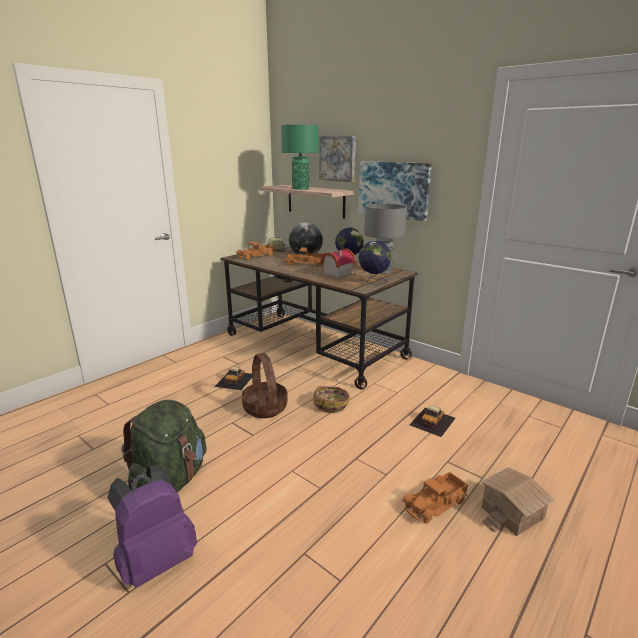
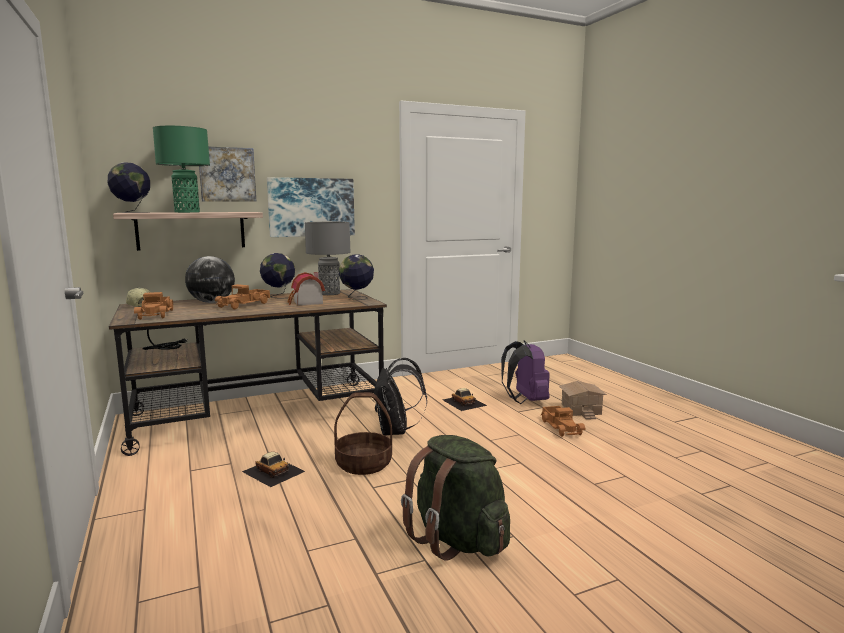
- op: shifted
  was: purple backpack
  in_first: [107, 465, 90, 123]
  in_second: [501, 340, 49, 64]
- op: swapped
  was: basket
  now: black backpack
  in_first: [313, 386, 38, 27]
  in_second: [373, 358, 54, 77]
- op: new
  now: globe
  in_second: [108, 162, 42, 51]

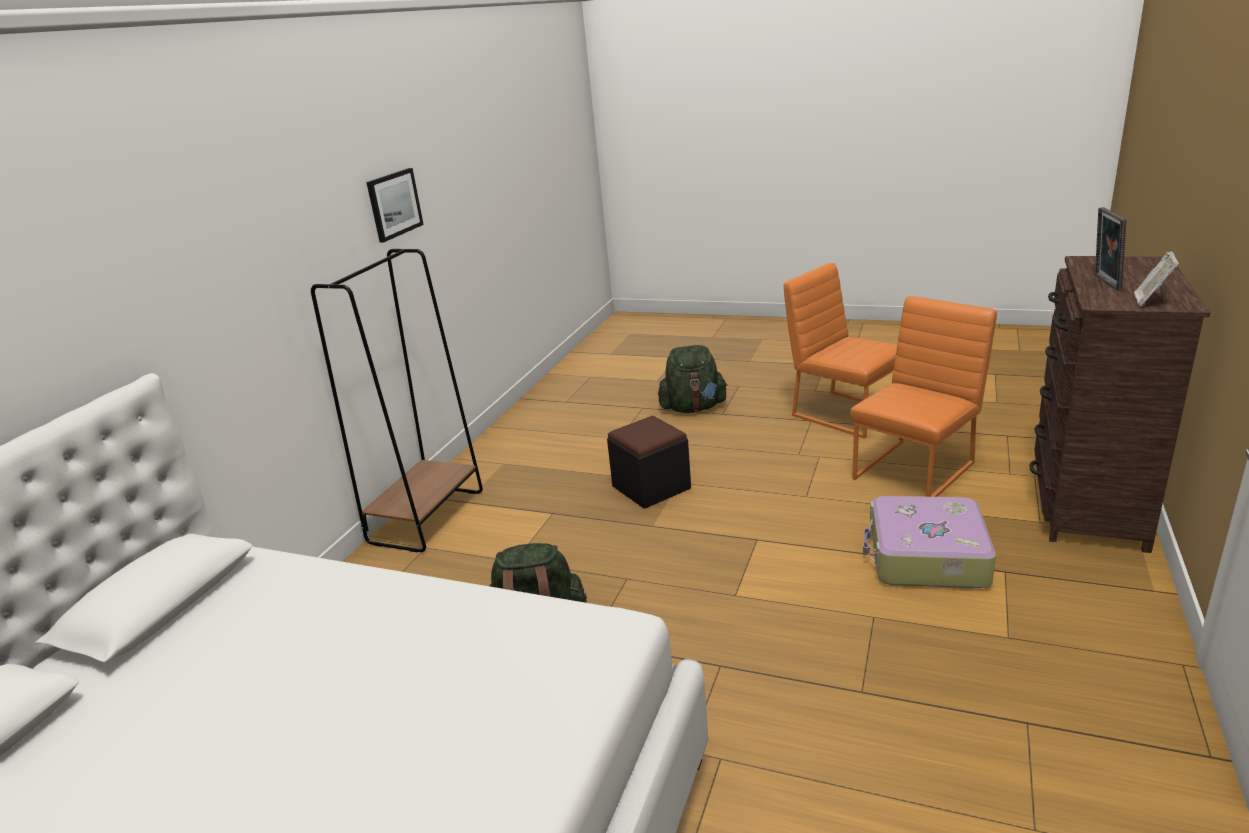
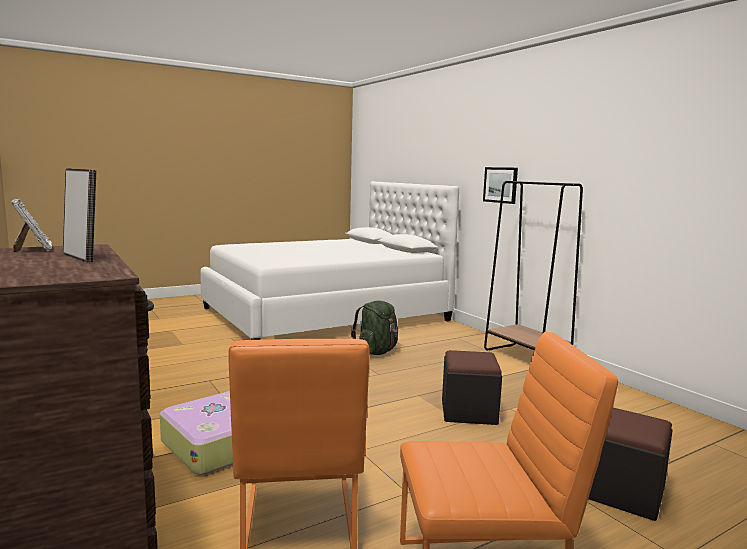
- op: shifted
  was: picture
  in_first: [366, 168, 58, 74]
  in_second: [483, 167, 35, 37]
- op: swapped
  was: green backpack
  now: black ottoman
  in_first: [658, 345, 70, 68]
  in_second: [588, 408, 85, 113]

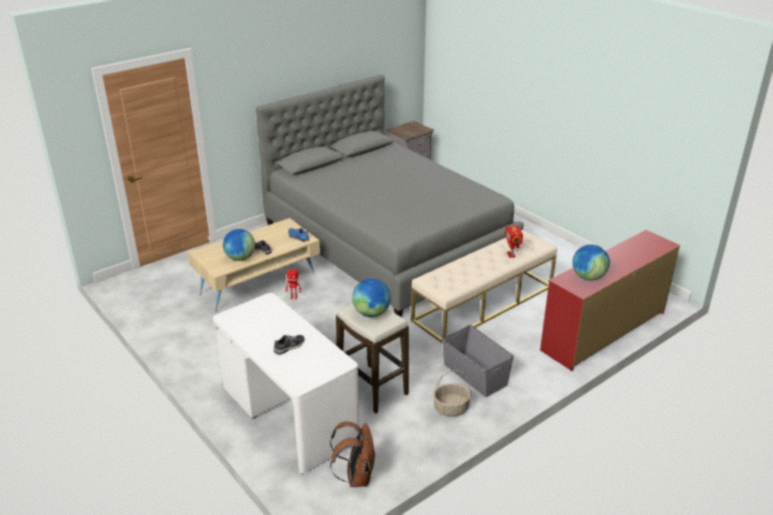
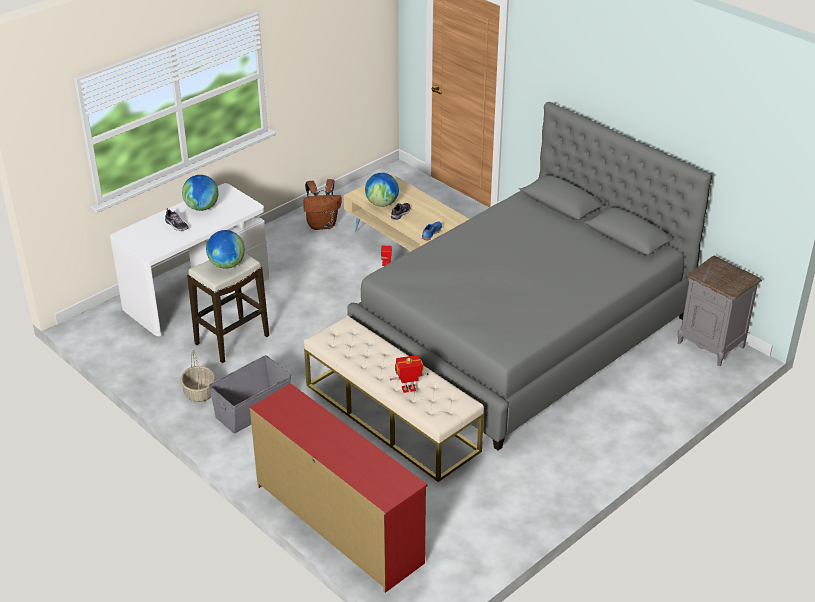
- op: shifted
  was: brown backpack
  in_first: [330, 421, 45, 66]
  in_second: [303, 179, 39, 51]
- op: shifted
  was: globe
  in_first: [572, 244, 38, 37]
  in_second: [182, 175, 37, 36]

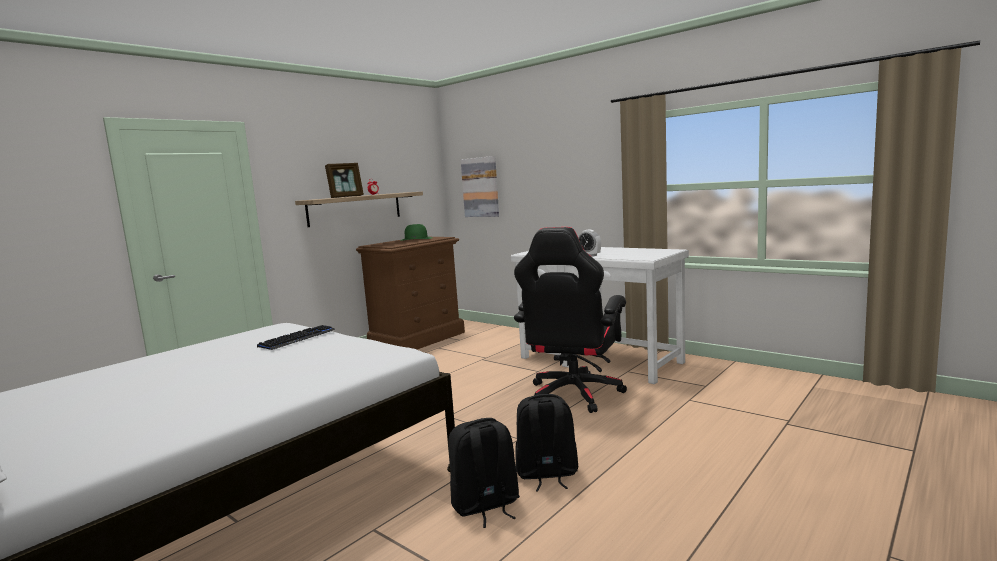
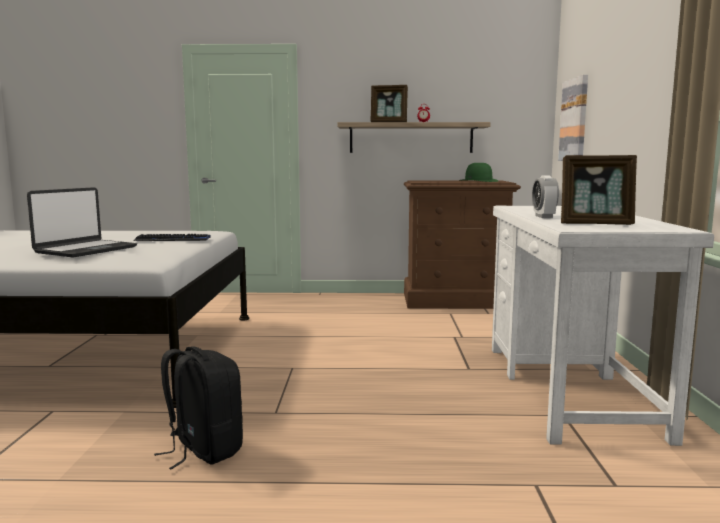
- op: gone
  was: black backpack
  in_first: [449, 418, 71, 110]
- op: gone
  was: black office chair
  in_first: [514, 227, 113, 186]
- op: new
  now: laptop
  in_second: [27, 187, 110, 71]
- op: new
  now: picture frame
  in_second: [561, 155, 76, 70]

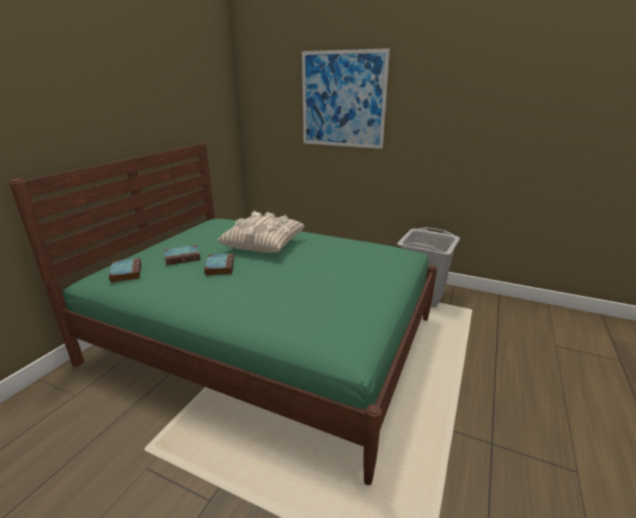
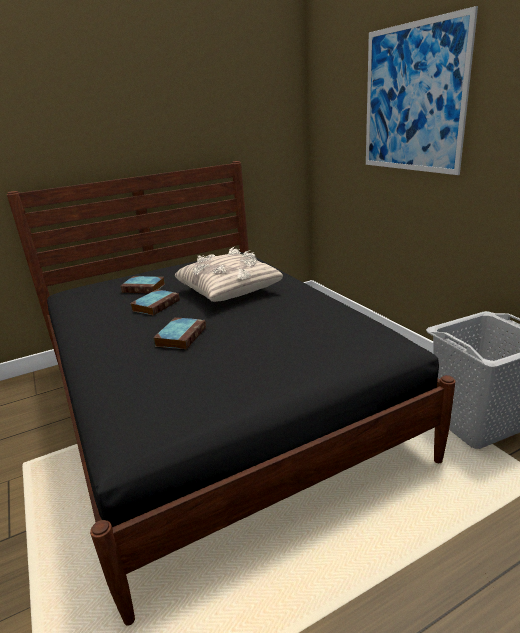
- op: repainted
  was: green bed
  now: black bed
  in_first: [9, 142, 428, 343]
  in_second: [7, 161, 448, 465]
- op: shifted
  was: book
  in_first: [109, 258, 32, 25]
  in_second: [153, 317, 53, 32]

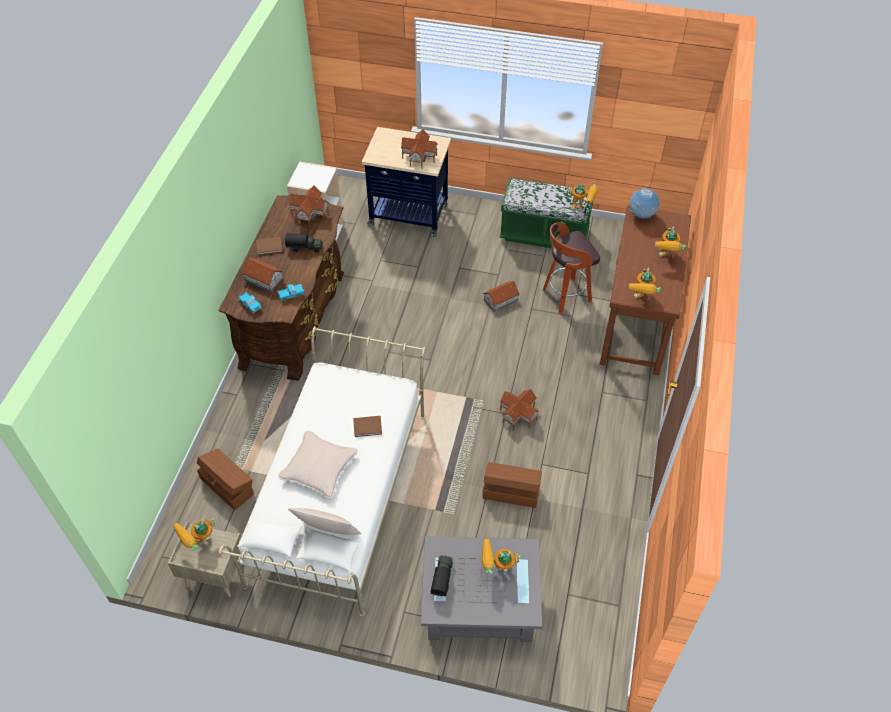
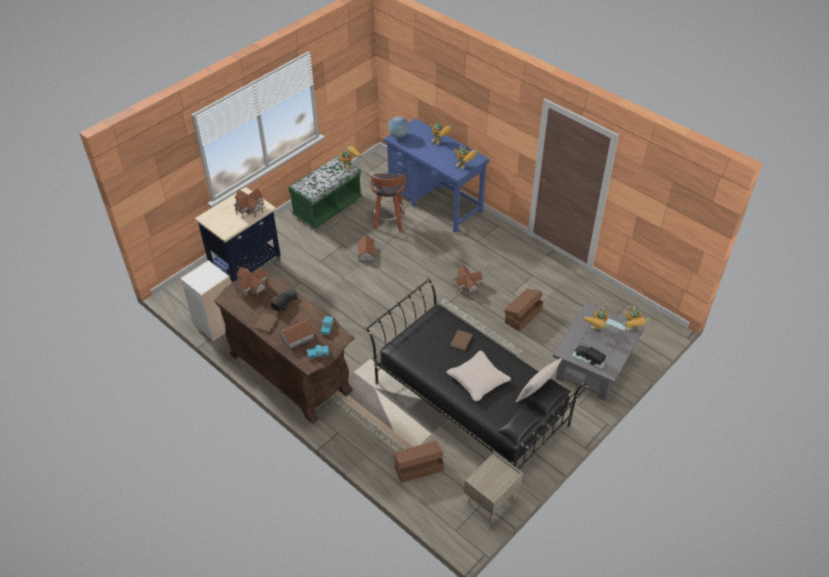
- op: shifted
  was: toy robot
  in_first: [173, 518, 42, 32]
  in_second: [623, 306, 26, 25]
- op: repainted
  was: white bed
  now: black bed
  in_first: [218, 326, 208, 290]
  in_second: [364, 278, 226, 192]
- op: repainted
  was: brown desk
  now: blue desk
  in_first: [600, 205, 91, 170]
  in_second: [384, 118, 105, 114]

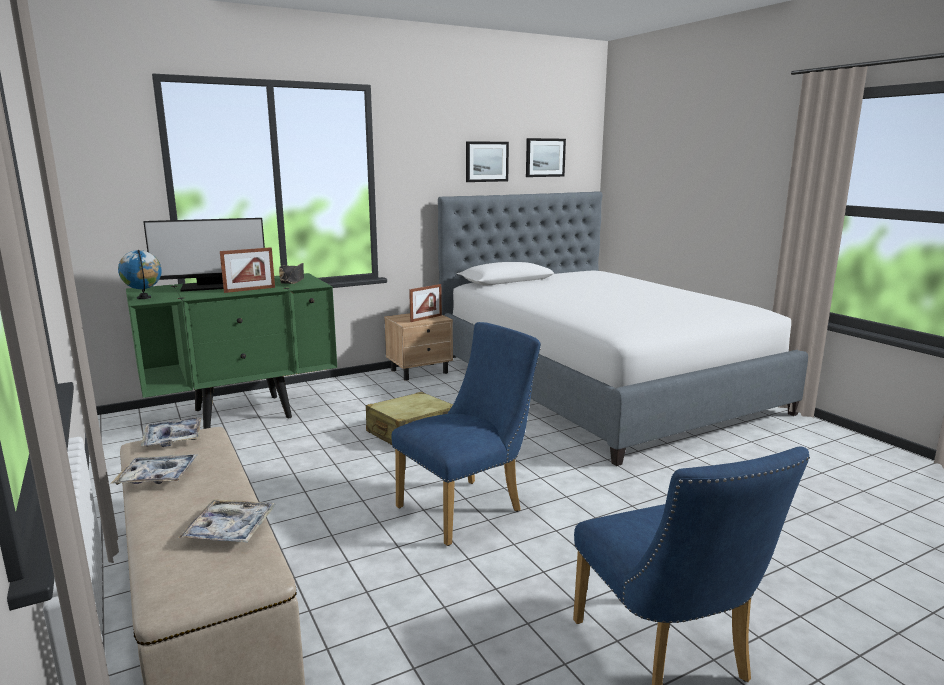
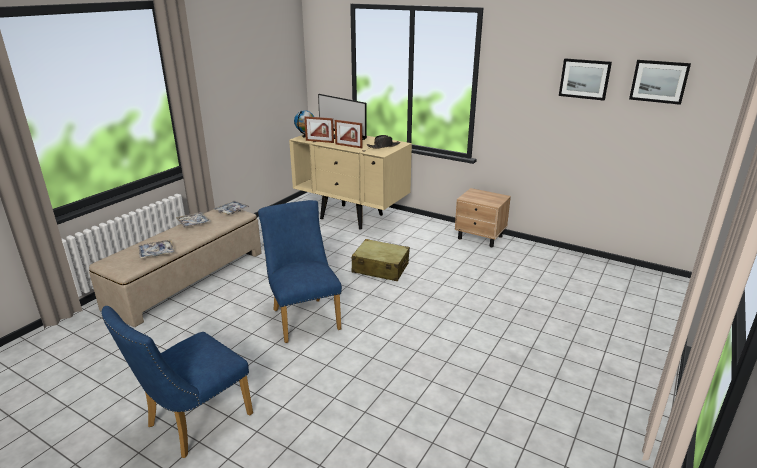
- op: repainted
  was: green dresser
  now: beige dresser
  in_first: [126, 273, 211, 156]
  in_second: [289, 131, 123, 99]
- op: rotated
  was: blue chair
  in_first: [391, 322, 150, 224]
  in_second: [258, 200, 84, 143]
  clockwise: -135
- op: shifted
  was: picture frame
  in_first: [409, 284, 33, 38]
  in_second: [304, 116, 30, 27]
- op: gone
  was: bed
  in_first: [438, 191, 370, 275]

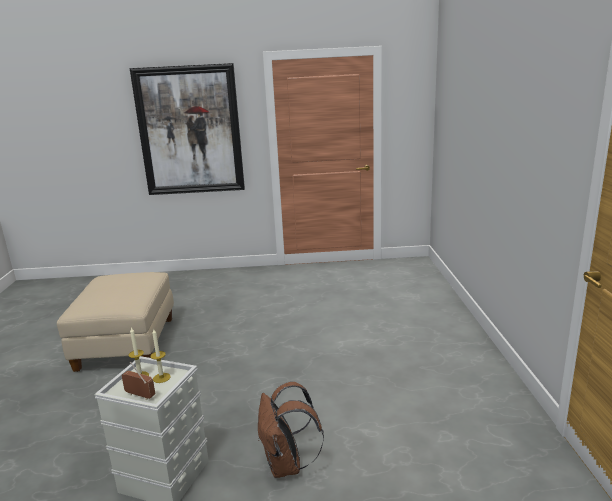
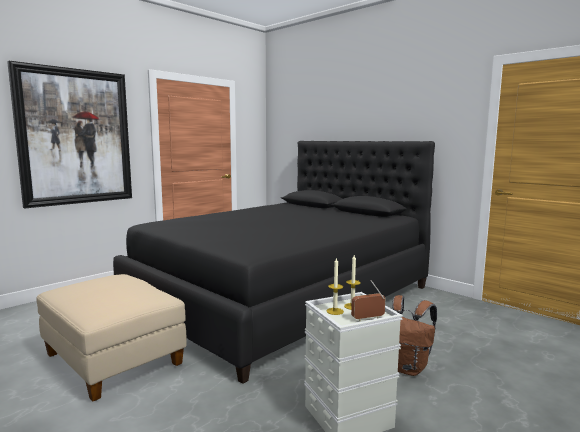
- op: new
  now: black bed
  in_second: [113, 141, 322, 243]

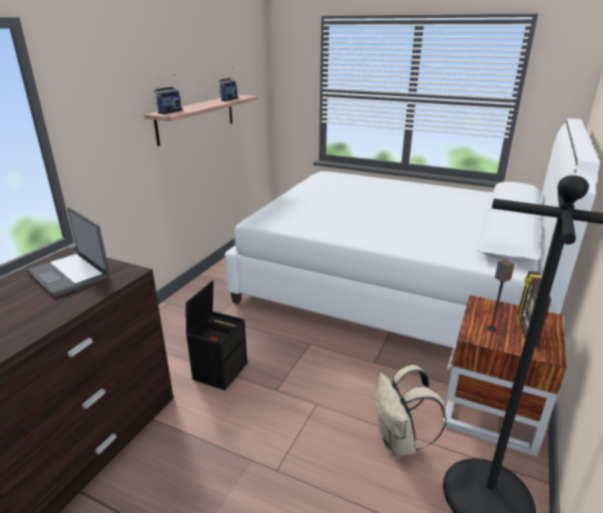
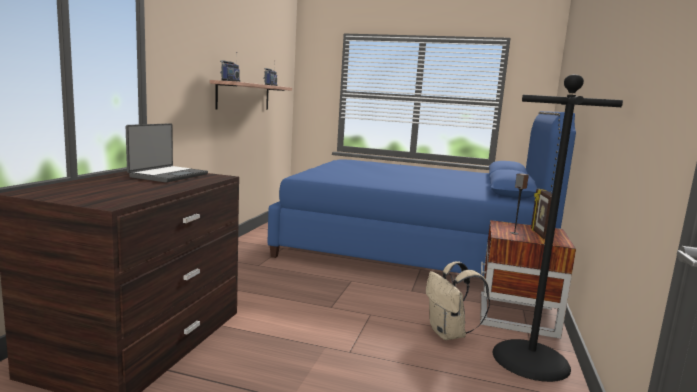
- op: rotated
  was: laptop
  in_first: [27, 208, 82, 89]
  in_second: [126, 123, 82, 60]
  clockwise: -105
- op: gone
  was: black storage box
  in_first: [186, 280, 61, 110]
- op: repainted
  was: white bed
  now: blue bed
  in_first: [225, 118, 375, 230]
  in_second: [268, 111, 308, 166]

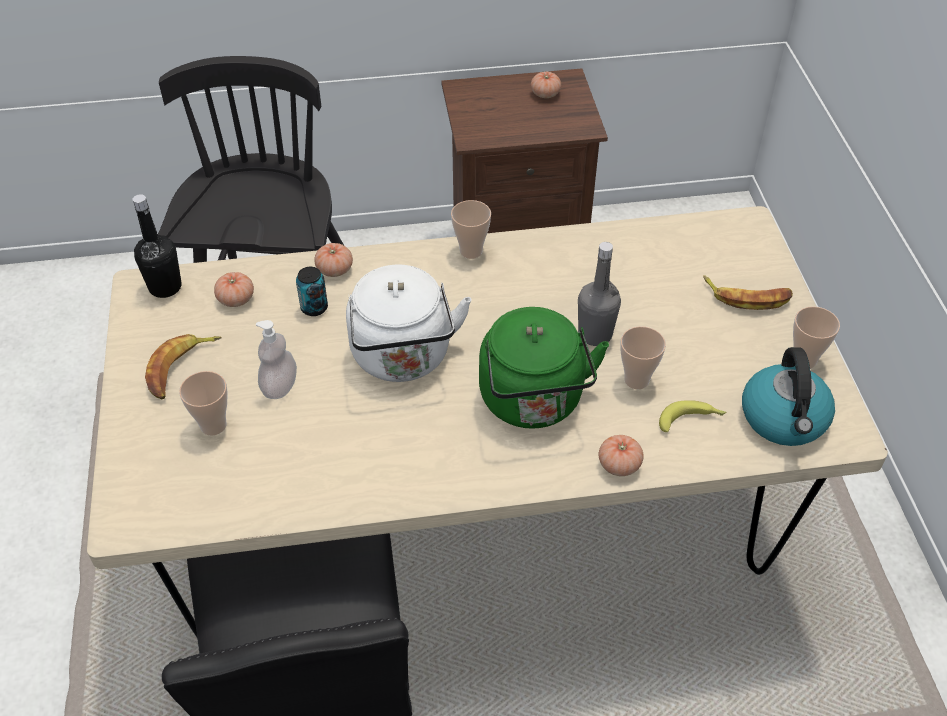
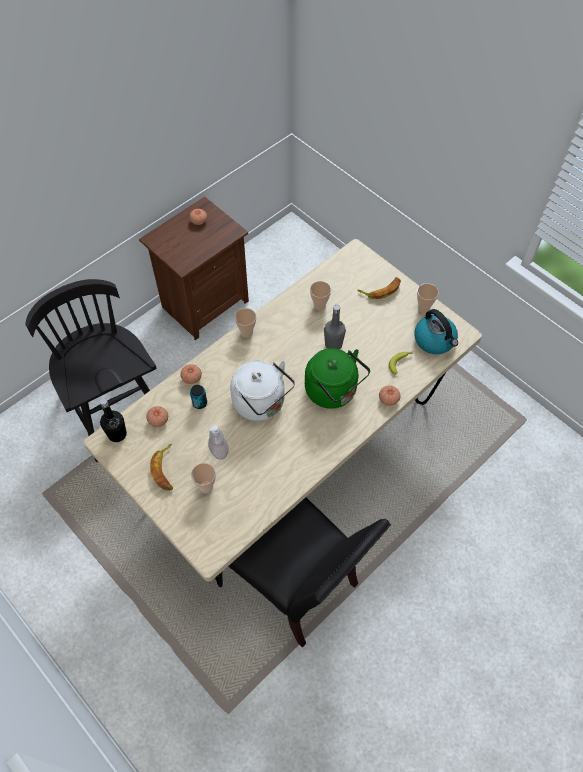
- op: shifted
  was: cup
  in_first: [620, 326, 46, 63]
  in_second: [310, 281, 21, 30]

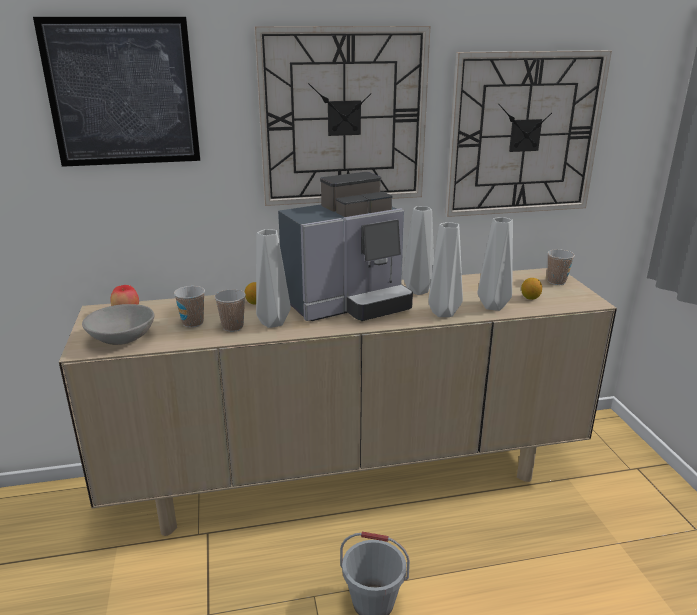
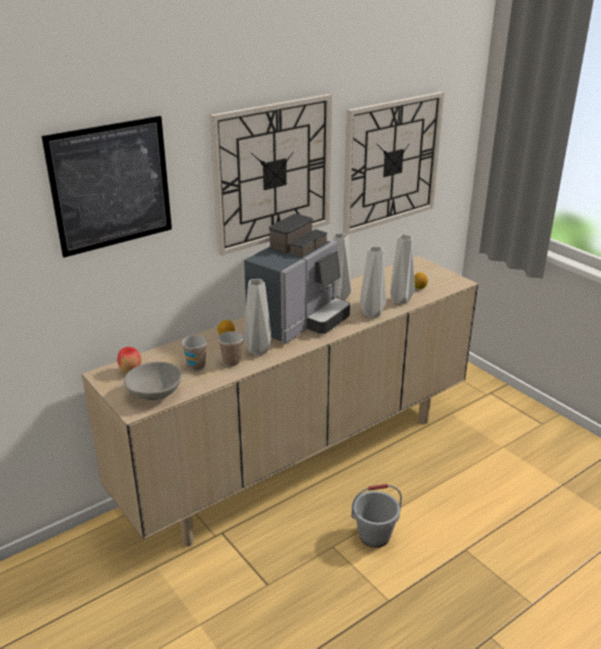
- op: gone
  was: cup
  in_first: [547, 249, 28, 36]

